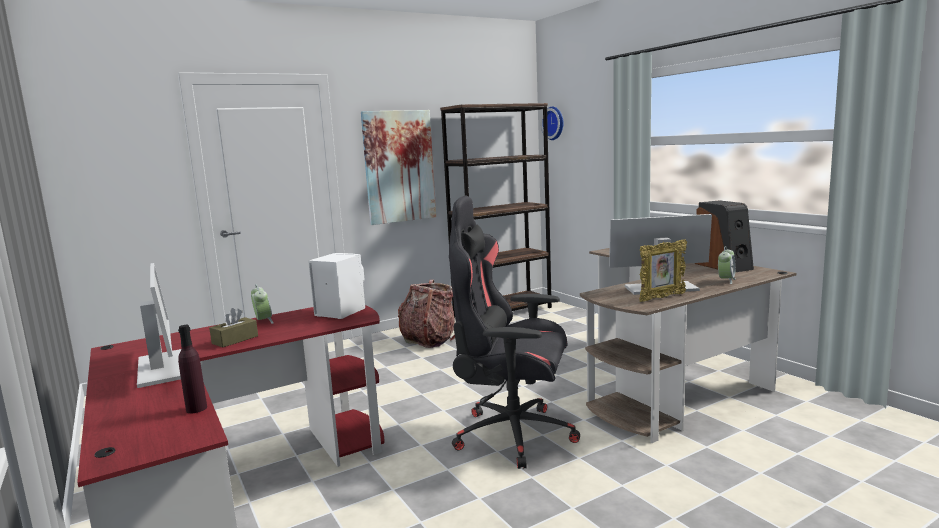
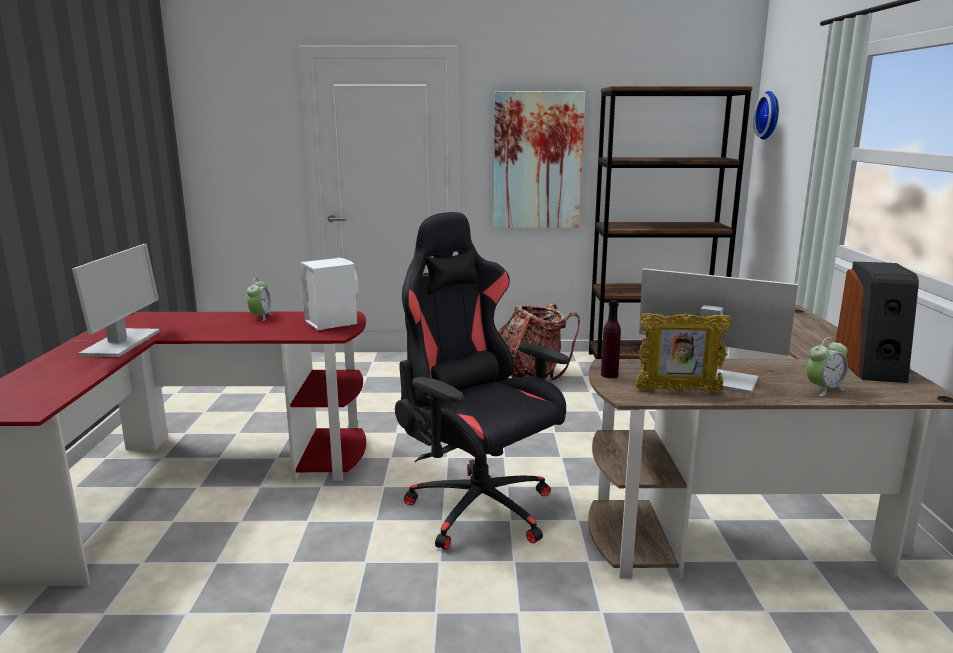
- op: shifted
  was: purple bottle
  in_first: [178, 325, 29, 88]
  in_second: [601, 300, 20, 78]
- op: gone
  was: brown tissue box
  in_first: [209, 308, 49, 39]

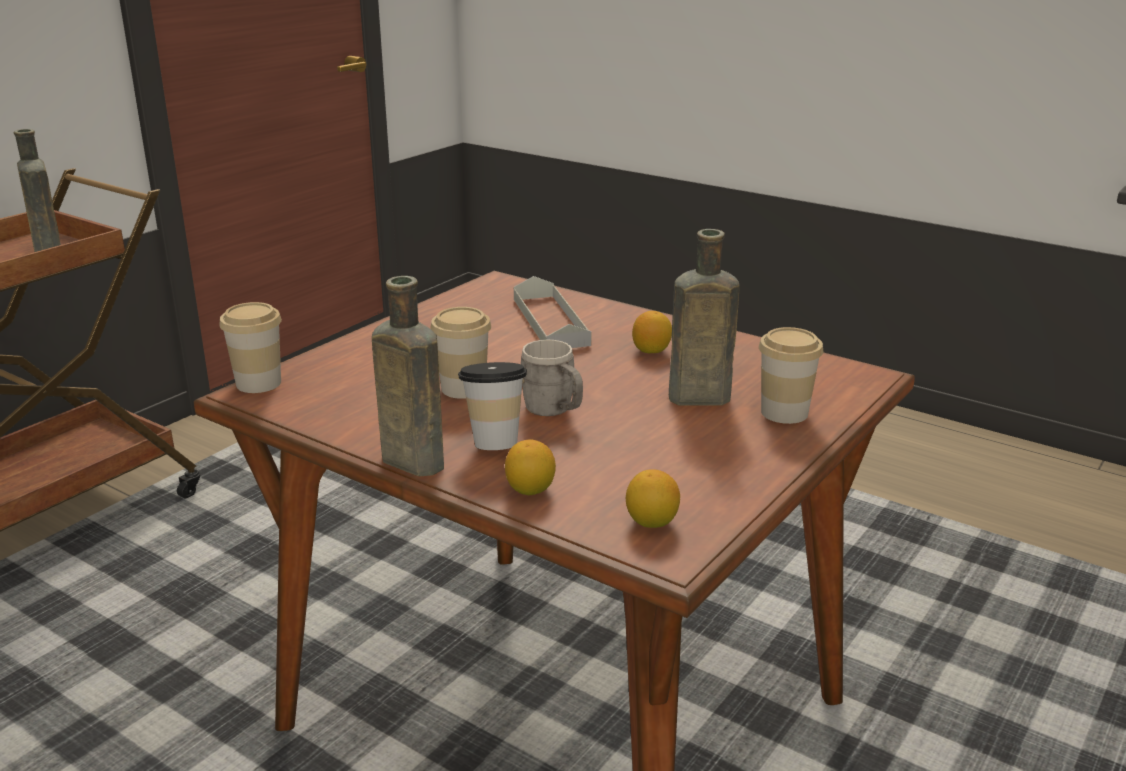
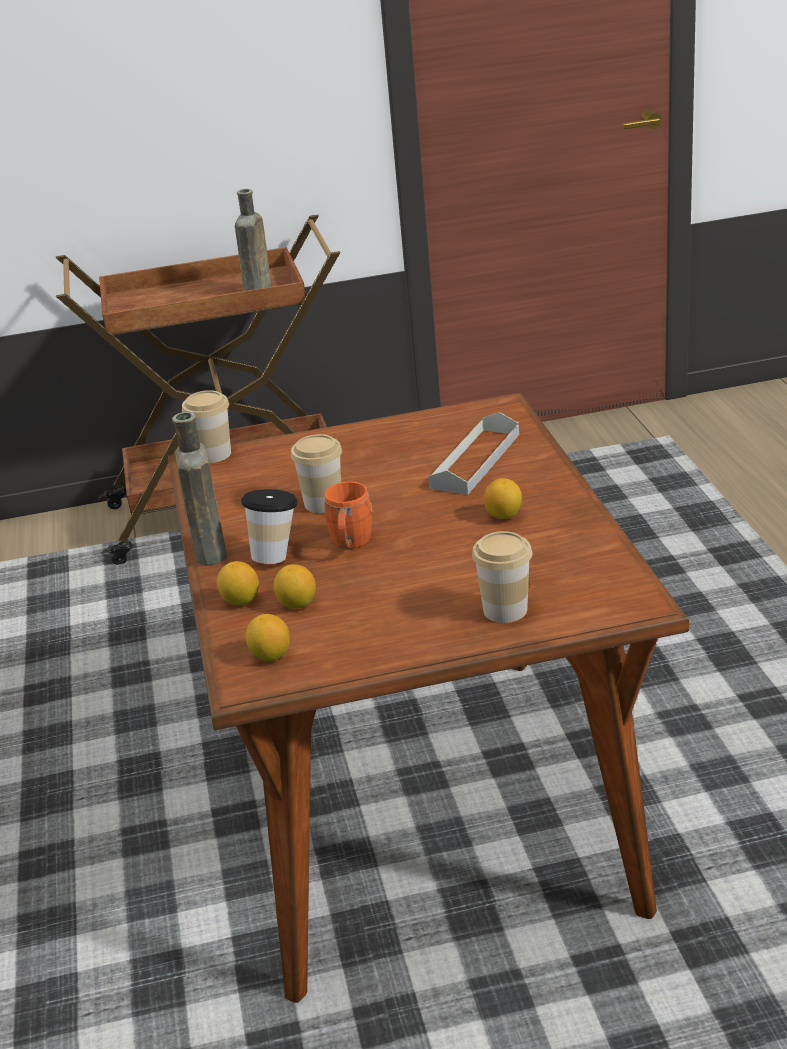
- op: repainted
  was: grey mug
  now: orange mug
  in_first: [521, 339, 62, 77]
  in_second: [324, 482, 49, 67]
- op: gone
  was: brown bottle
  in_first: [669, 229, 71, 177]
- op: new
  now: lemon
  in_second: [273, 564, 43, 45]

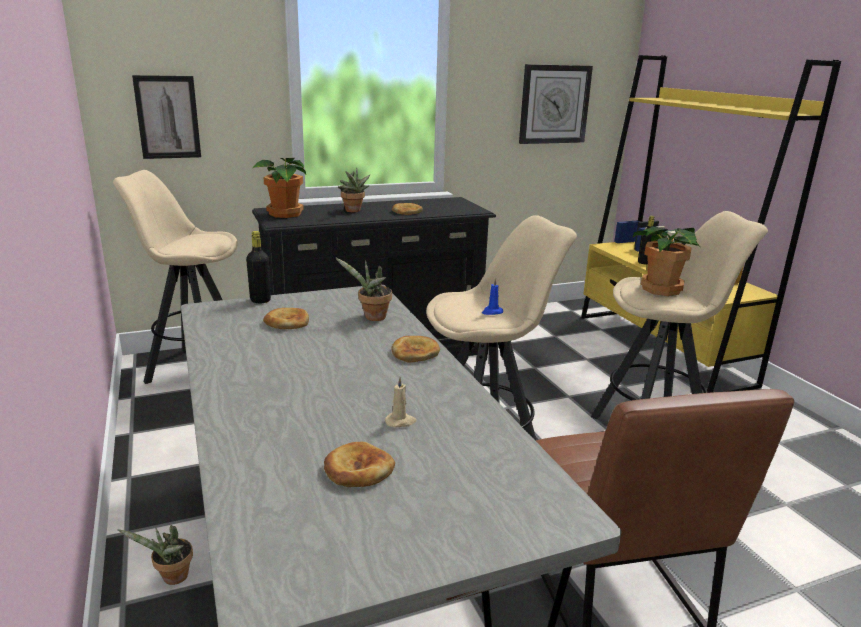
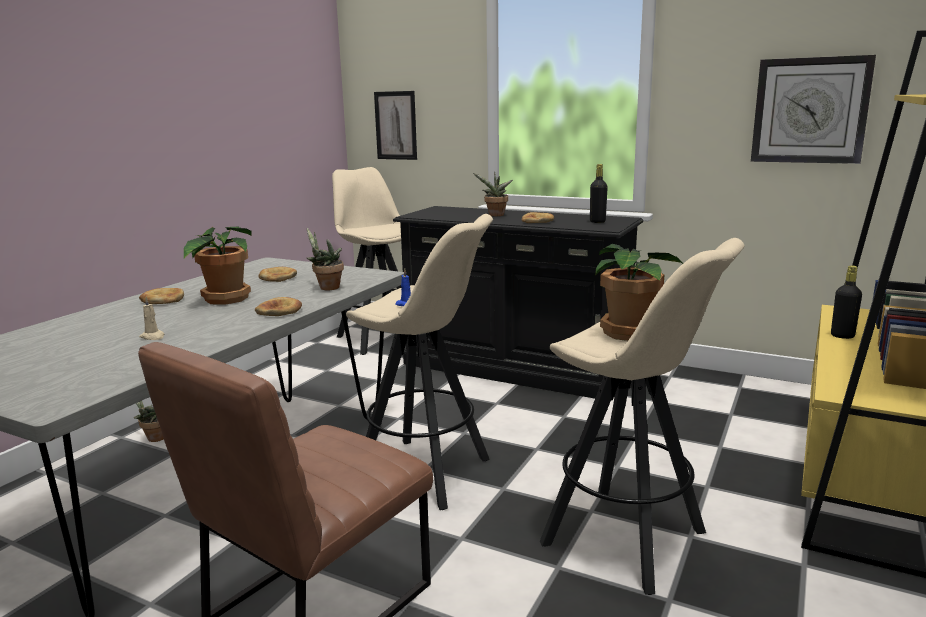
- op: shifted
  was: black bottle
  in_first: [246, 231, 25, 72]
  in_second: [590, 164, 18, 59]
- op: shifted
  was: potted plant
  in_first: [252, 158, 54, 60]
  in_second: [184, 226, 68, 79]
- op: shifted
  was: bread
  in_first: [324, 442, 71, 45]
  in_second: [139, 288, 45, 16]

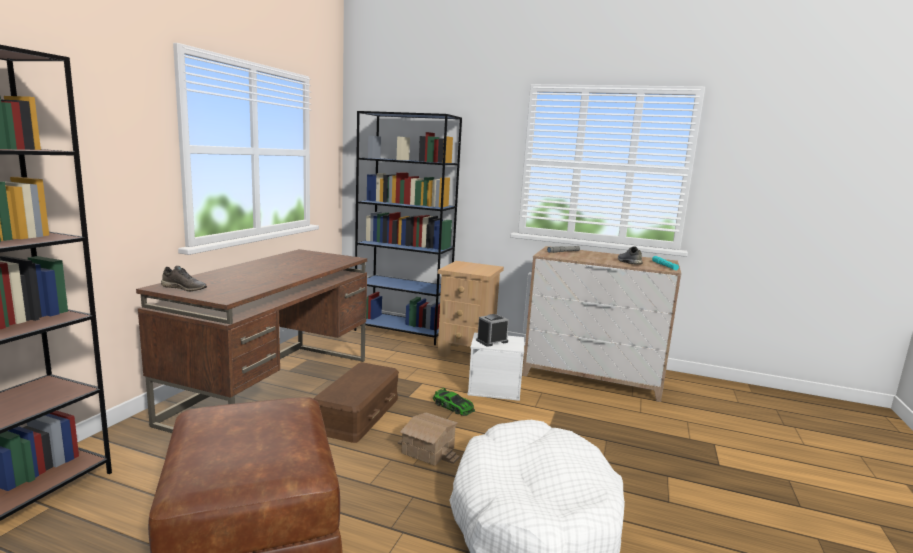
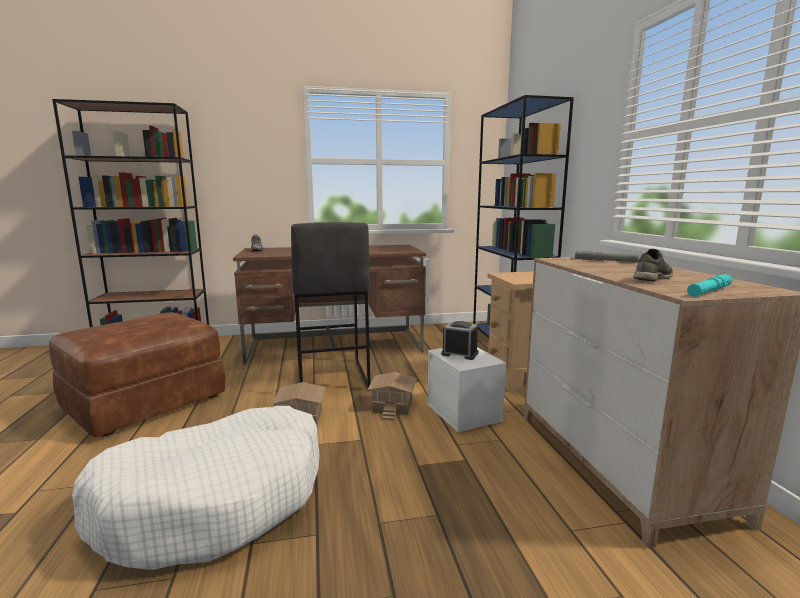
- op: swapped
  was: brown storage box
  now: grey stool
  in_first: [313, 363, 86, 80]
  in_second: [291, 222, 80, 169]
- op: swapped
  was: toy car
  now: toy house
  in_first: [433, 388, 42, 28]
  in_second: [367, 372, 50, 48]

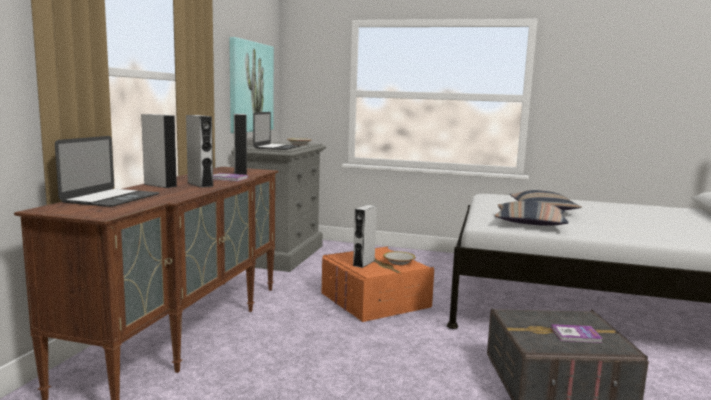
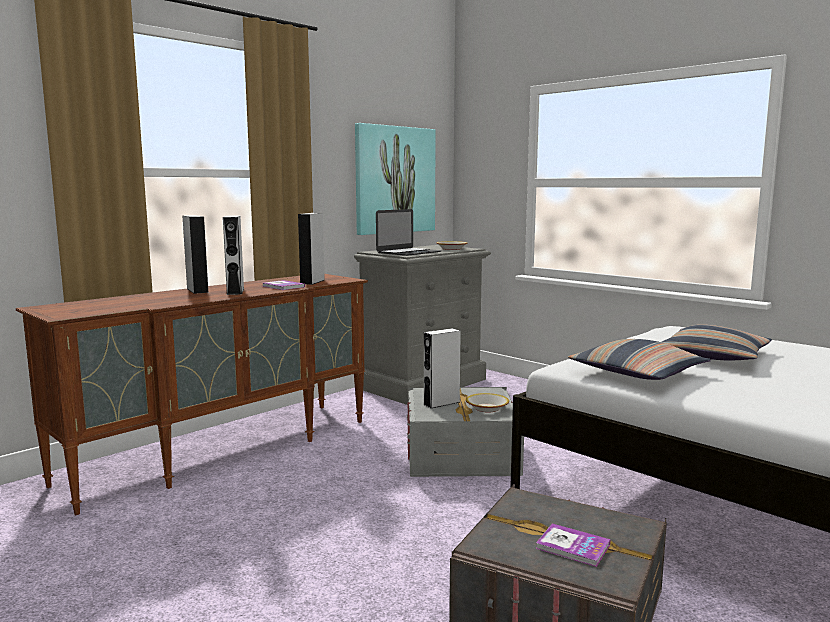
- op: gone
  was: laptop
  in_first: [55, 136, 104, 71]
- op: repainted
  was: orange storage box
  now: grey storage box
  in_first: [322, 247, 112, 75]
  in_second: [407, 387, 117, 90]

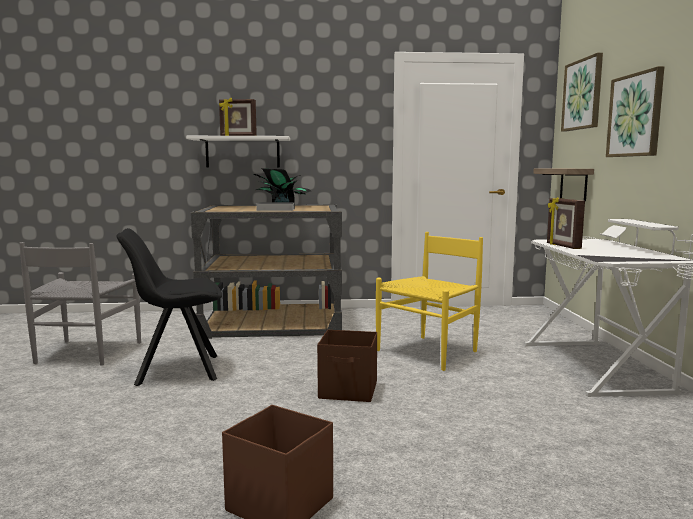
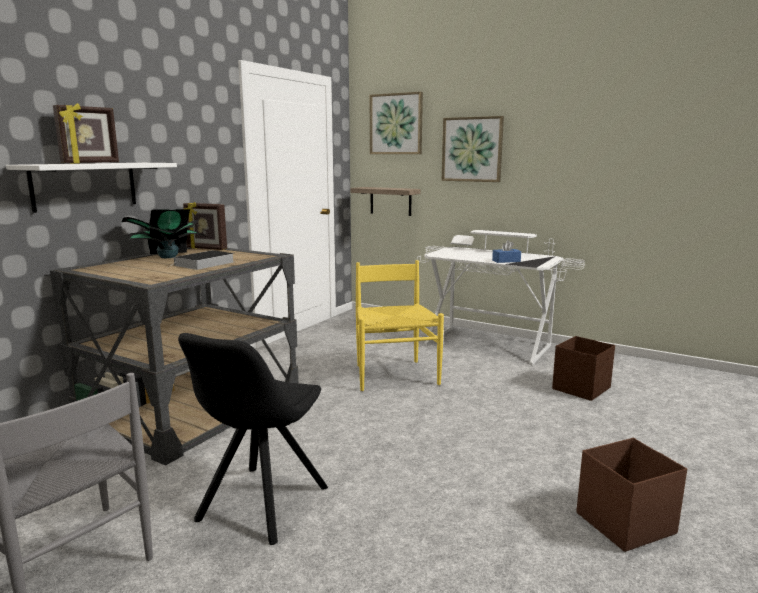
- op: shifted
  was: brown storage box
  in_first: [317, 330, 60, 72]
  in_second: [552, 336, 63, 65]
- op: shifted
  was: picture frame
  in_first: [547, 197, 38, 52]
  in_second: [183, 202, 44, 48]
- op: new
  now: blue tissue box
  in_second: [492, 240, 29, 23]

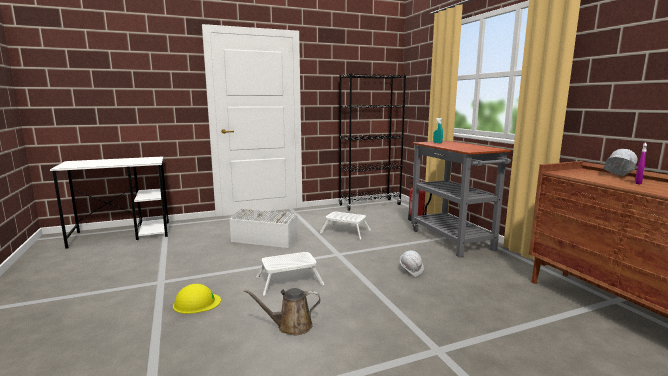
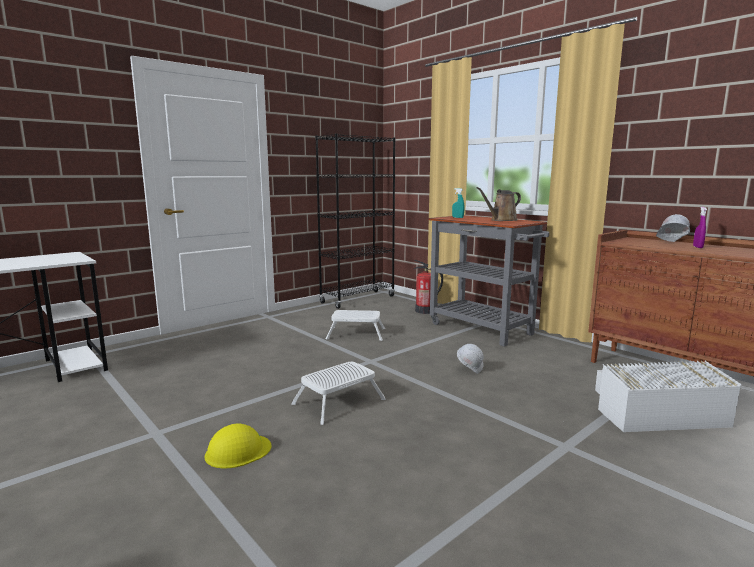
- op: shifted
  was: white storage box
  in_first: [229, 208, 69, 40]
  in_second: [595, 361, 147, 71]
- op: shifted
  was: brown watering can
  in_first: [244, 288, 76, 47]
  in_second: [476, 187, 45, 34]

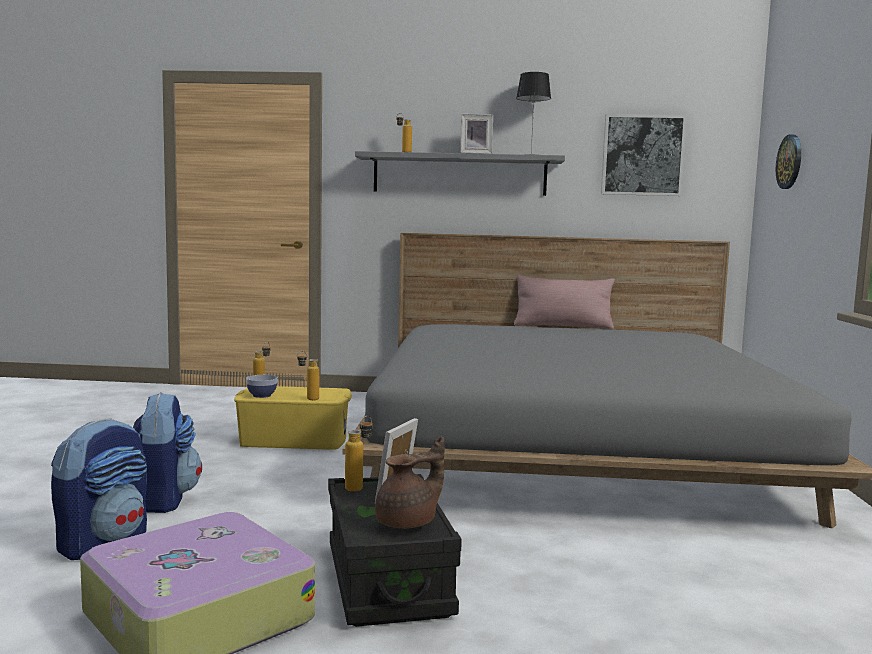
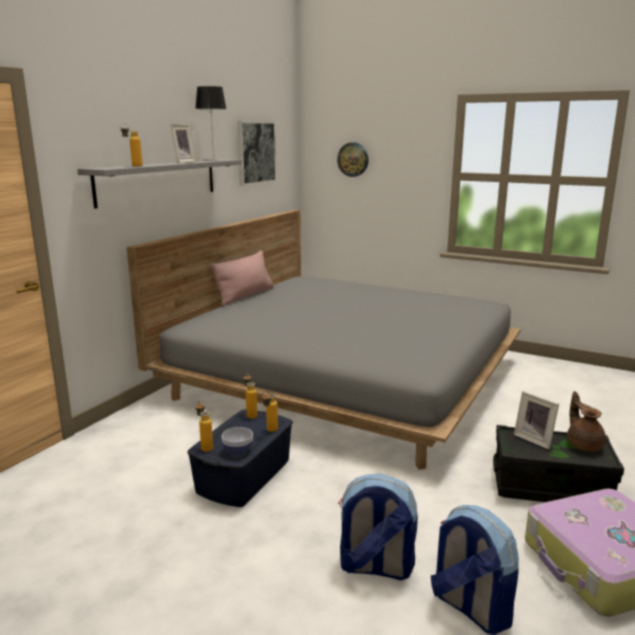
- op: repainted
  was: yellow storage box
  now: blue storage box
  in_first: [234, 386, 118, 64]
  in_second: [187, 409, 106, 98]
- op: shifted
  was: bottle
  in_first: [345, 416, 28, 76]
  in_second: [243, 373, 14, 46]

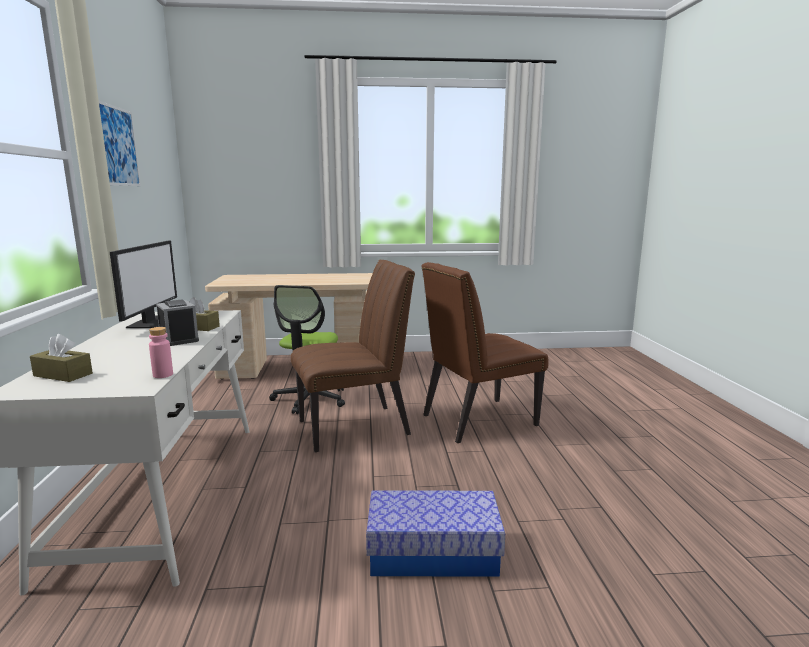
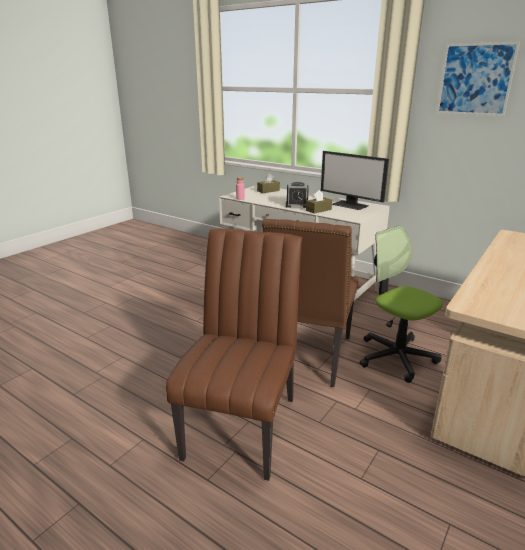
- op: gone
  was: storage box
  in_first: [366, 490, 139, 87]

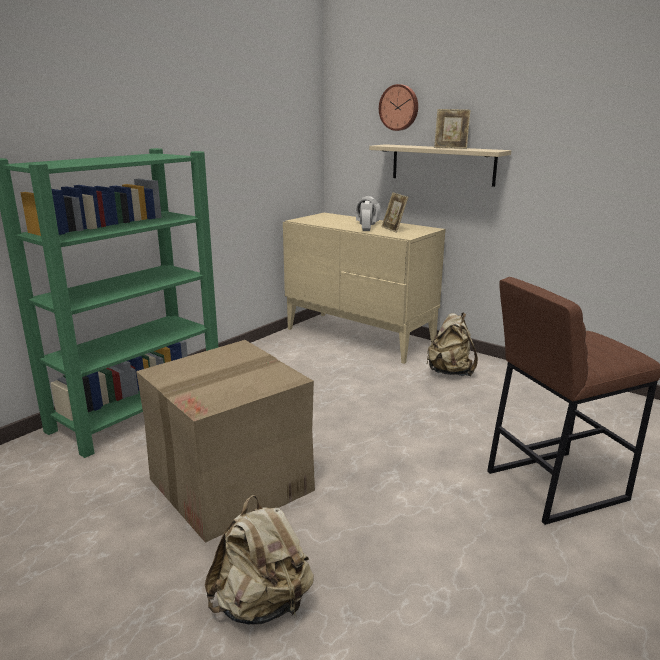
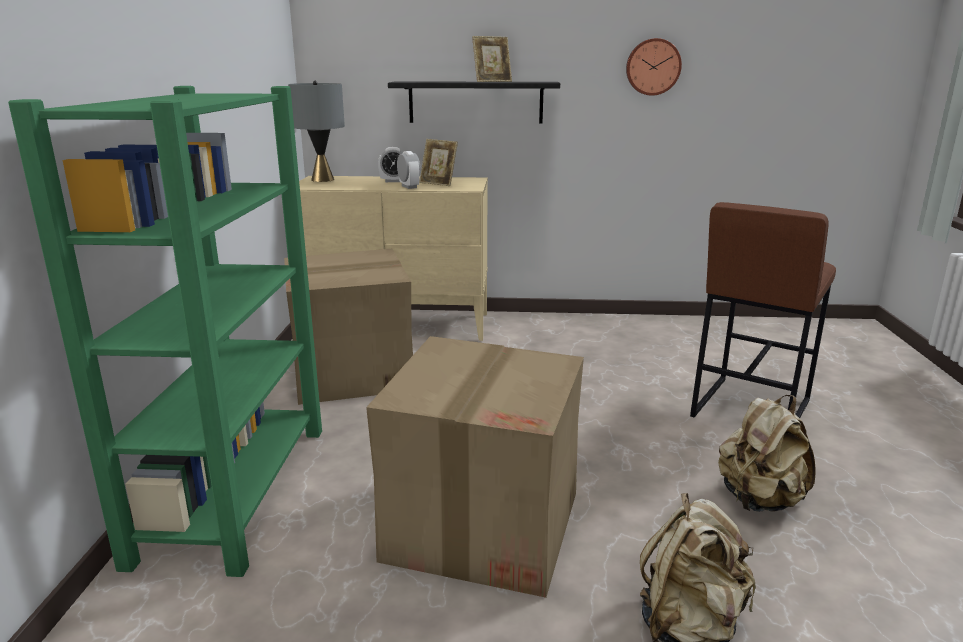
- op: repainted
  was: beige shelf
  now: black shelf
  in_first: [369, 144, 142, 43]
  in_second: [388, 81, 172, 43]
- op: shifted
  was: wall clock
  in_first: [379, 84, 39, 47]
  in_second: [626, 38, 56, 58]
- op: shifted
  was: beige backpack
  in_first: [426, 313, 52, 63]
  in_second: [718, 395, 97, 117]
- op: new
  now: cardboard box
  in_second: [284, 249, 129, 156]
- op: new
  now: grey table lamp
  in_second: [288, 81, 57, 101]

